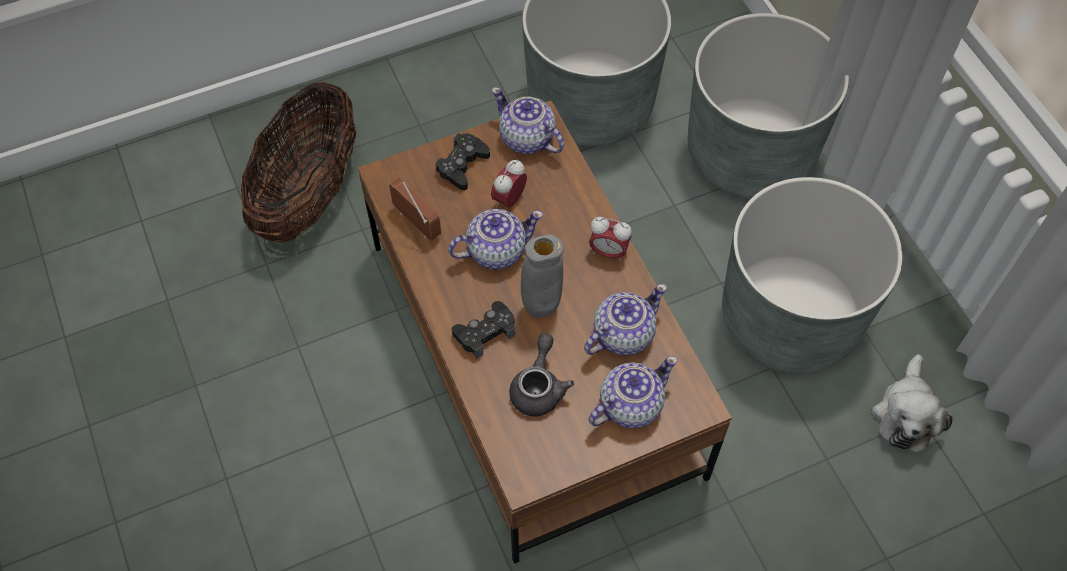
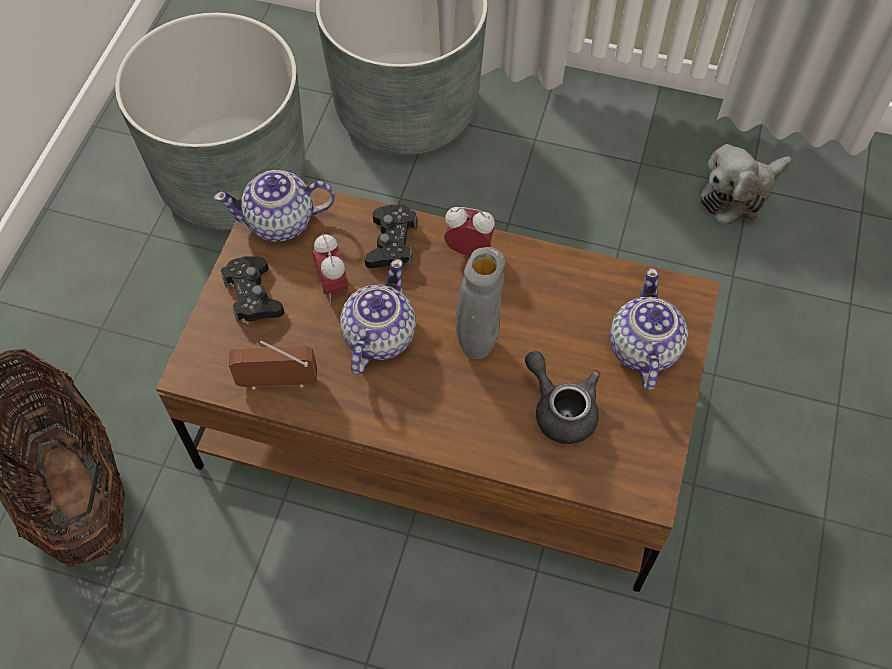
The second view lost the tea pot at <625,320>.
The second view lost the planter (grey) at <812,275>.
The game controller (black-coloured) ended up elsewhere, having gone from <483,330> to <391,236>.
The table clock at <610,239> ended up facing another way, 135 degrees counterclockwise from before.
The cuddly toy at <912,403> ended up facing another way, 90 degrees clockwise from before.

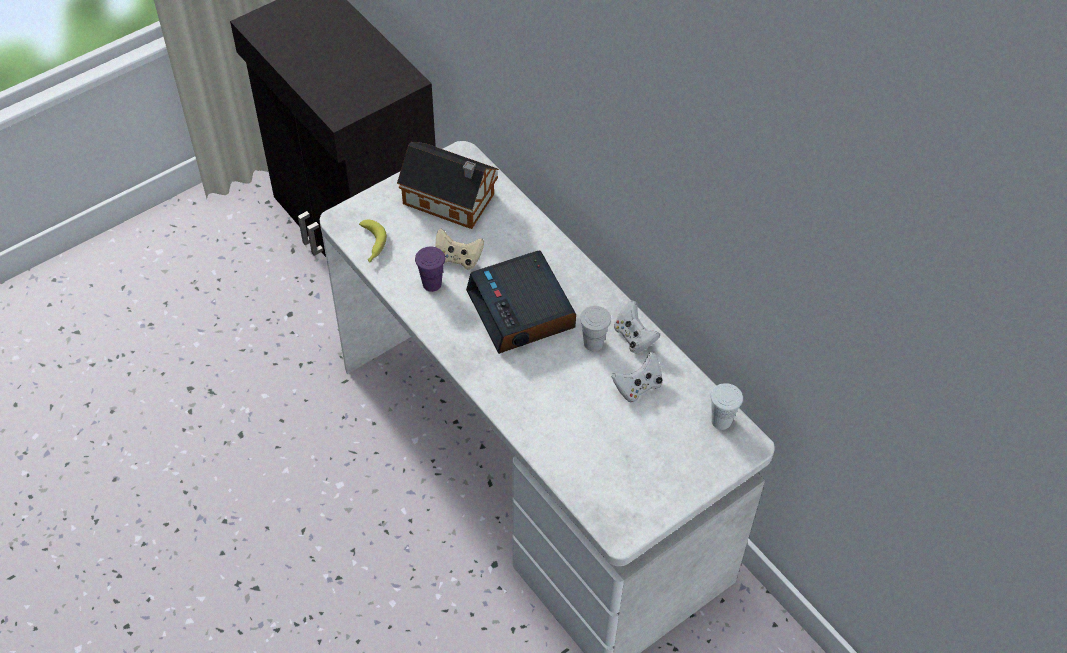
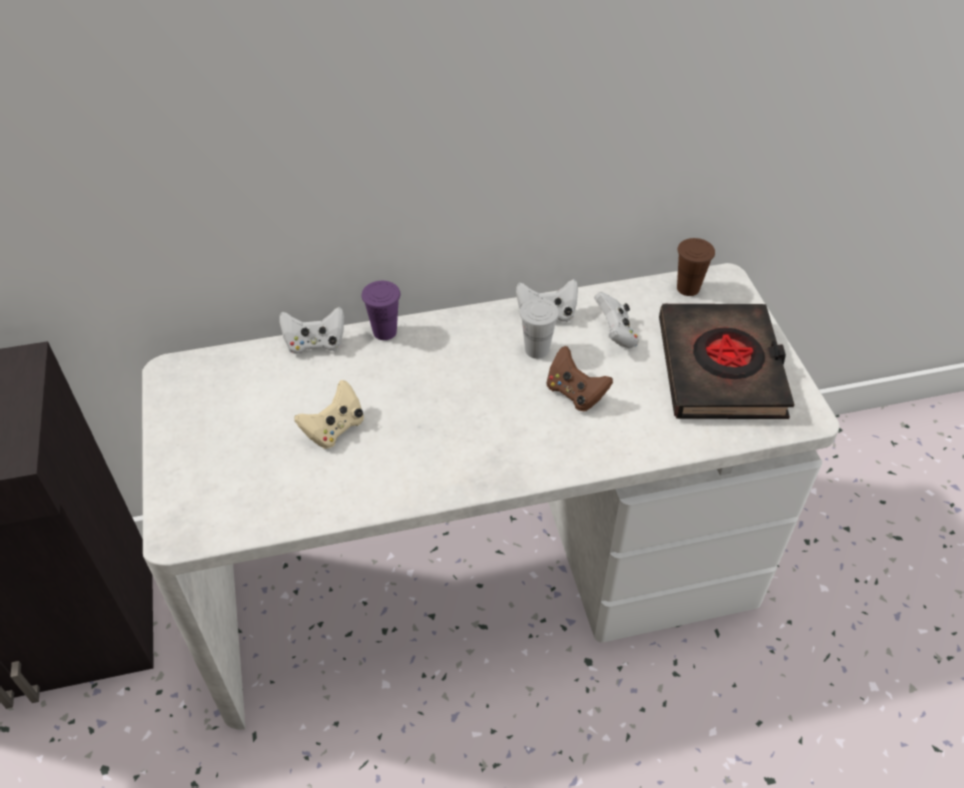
The second view lost the banana at <373,241>.
The second view lost the model house at <448,185>.
The second view lost the table clock at <521,302>.
The second view gained the game controller (white-coloured) at <311,330>.
The second view gained the game controller (brown) at <580,378>.
The second view gained the bound book (black-coloured) at <727,361>.
The drinking cup (purplish) ended up elsewhere, having gone from <430,269> to <381,310>.
What was the drinking cup (white-coloured) at <726,406> turned into the drinking cup (brown) at <696,267>.

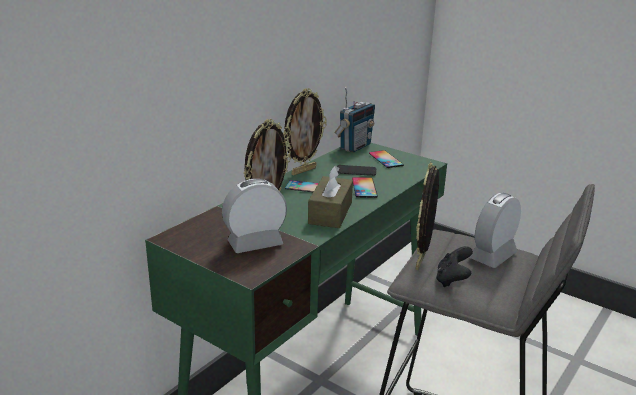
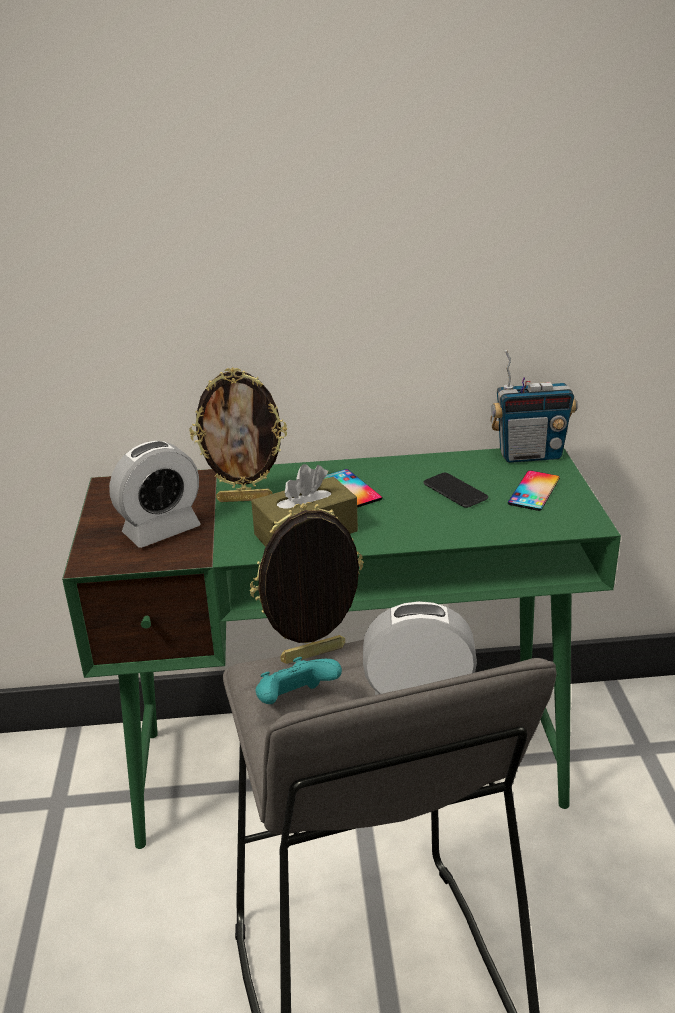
The second view lost the photo frame at <305,131>.
The second view lost the phone at <365,187>.
What was the game controller (black-coloured) at <454,266> turned into the game controller (turquoise-coloured) at <299,680>.
The table clock at <254,216> ended up facing another way, 120 degrees clockwise from before.

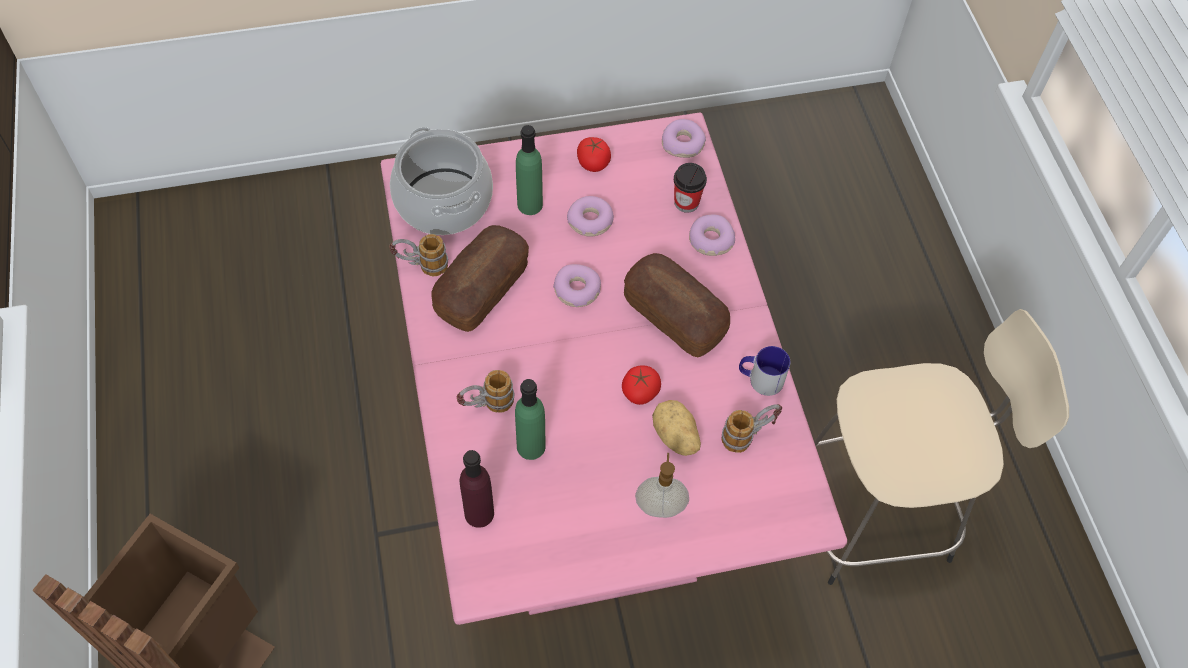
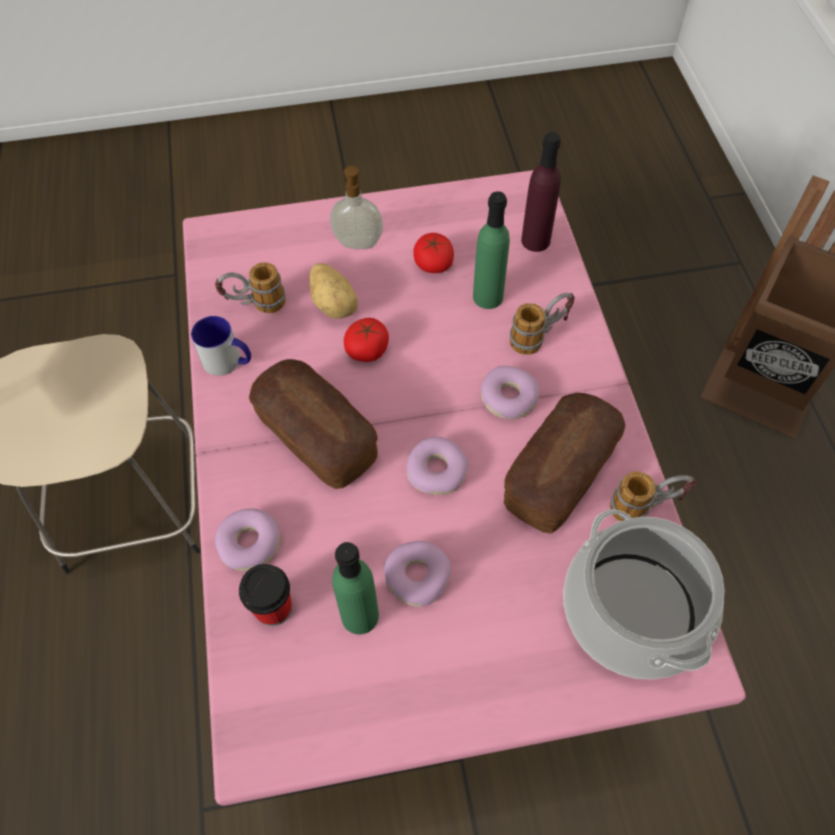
The drink bottle (green) ended up elsewhere, having gone from <529,170> to <355,588>.
The whole tomato ended up elsewhere, having gone from <594,154> to <433,253>.
The doughnut ended up elsewhere, having gone from <684,138> to <510,392>.

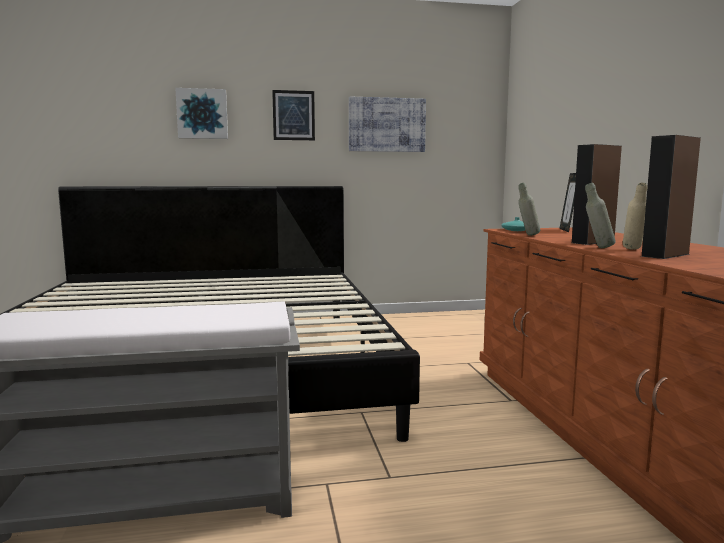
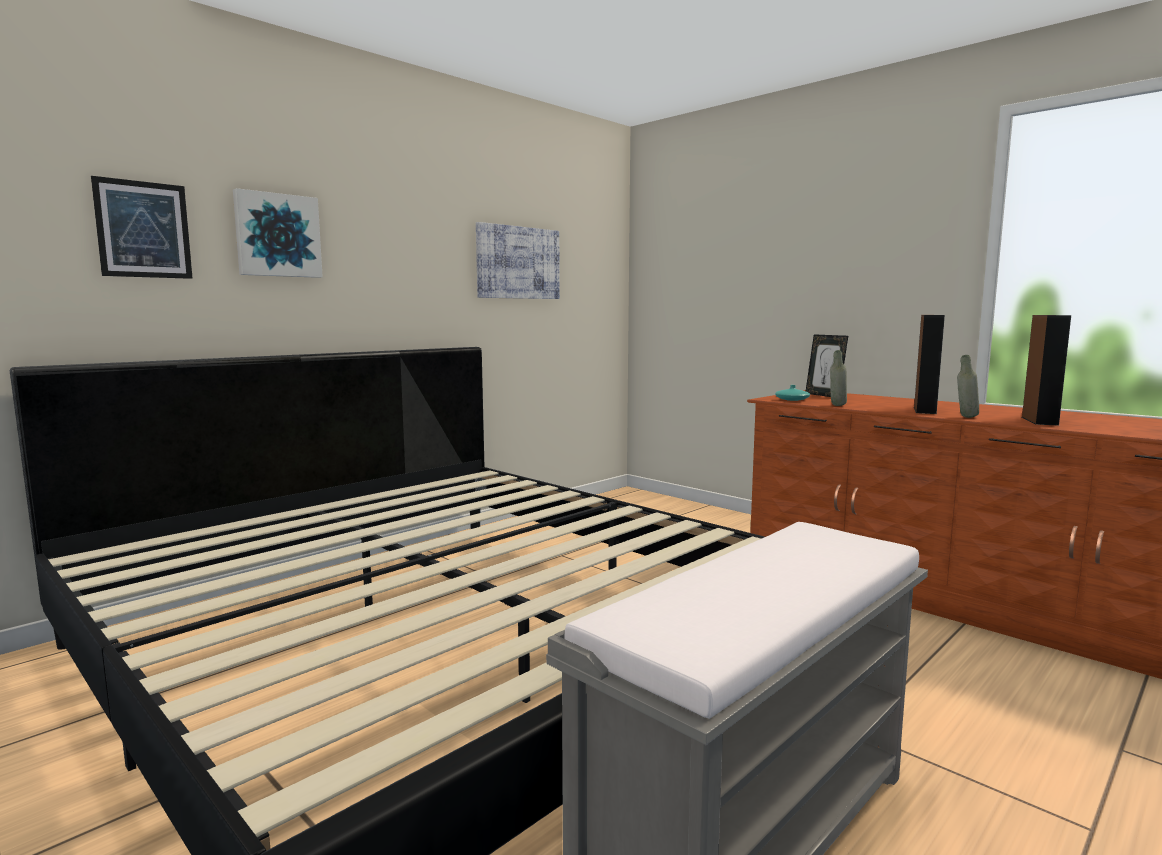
The second view lost the drink bottle (beige) at <635,216>.
The picture ended up elsewhere, having gone from <293,115> to <142,227>.

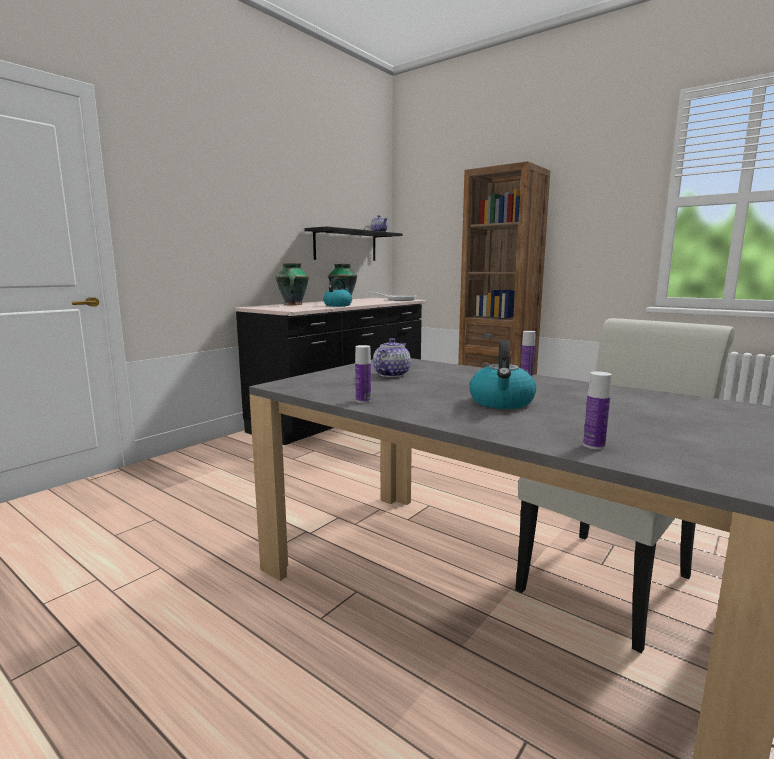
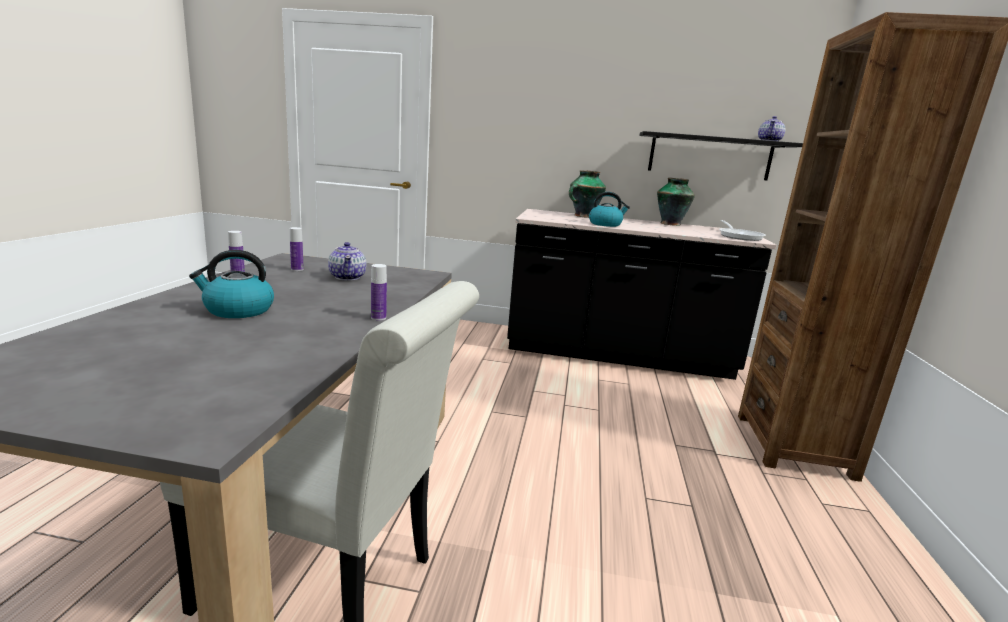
The drink bottle ended up elsewhere, having gone from <597,410> to <297,249>.
The tea pot at <392,357> ended up facing another way, 75 degrees clockwise from before.

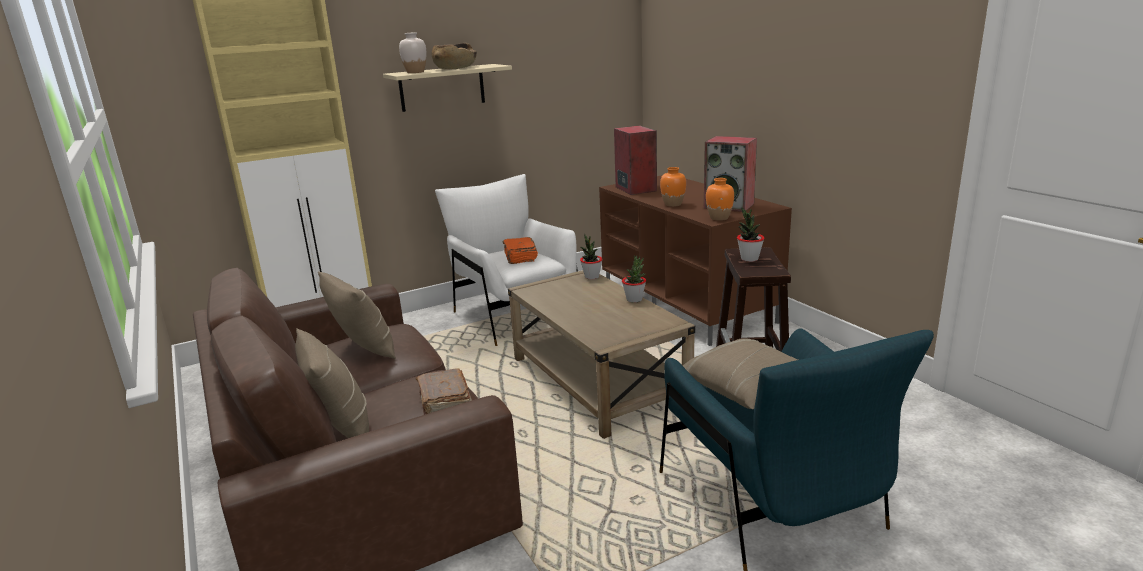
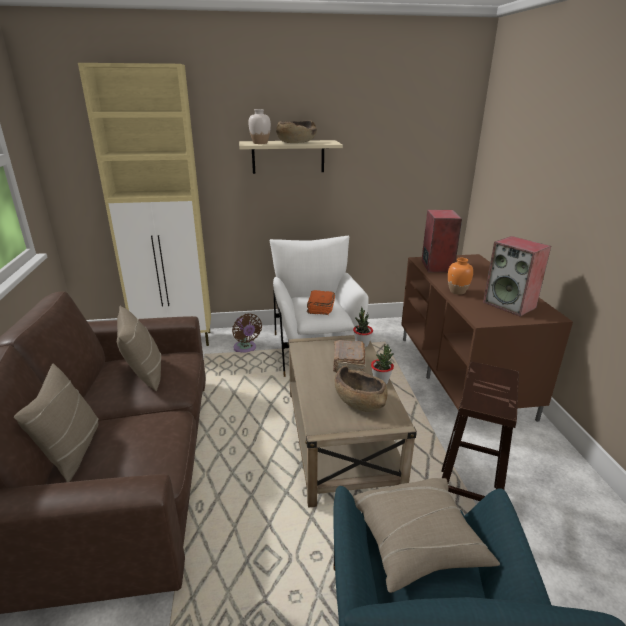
The second view lost the decorative vase (orange-coloured) at <720,199>.
The second view lost the potted plant at <750,234>.
The second view gained the electric fan (brown) at <247,333>.
The second view gained the bowl (brown) at <361,389>.
The bound book (brown) ended up elsewhere, having gone from <444,391> to <349,356>.

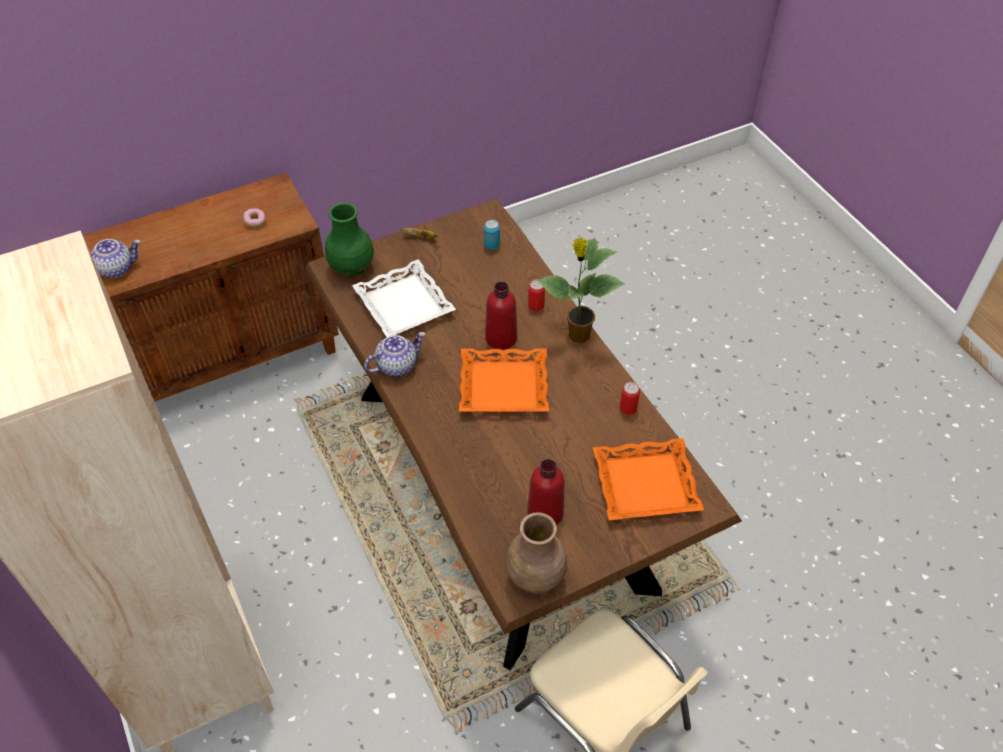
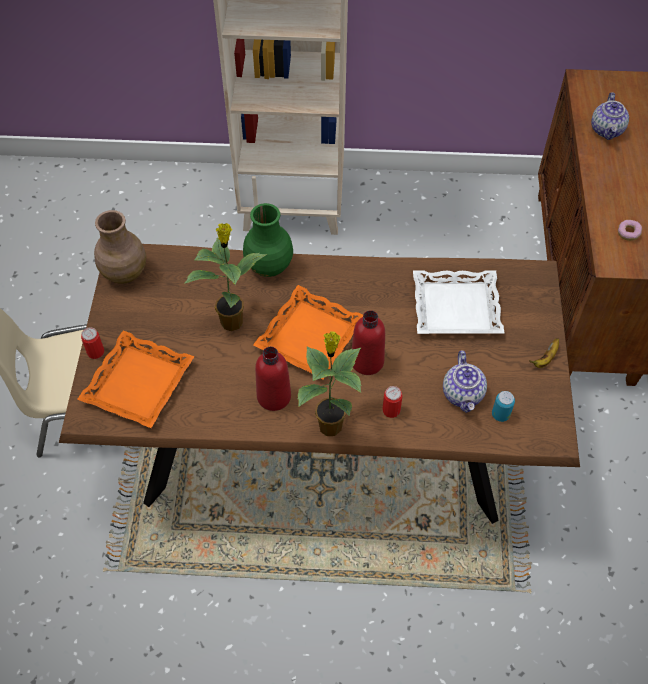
The second view gained the potted plant at <225,277>.
The decorative vase (green) ended up elsewhere, having gone from <349,240> to <268,240>.
The tea pot ended up elsewhere, having gone from <394,354> to <465,381>.
The drink bottle (red-coloured) ended up elsewhere, having gone from <546,492> to <273,379>.
The sealed can ended up elsewhere, having gone from <630,398> to <92,343>.

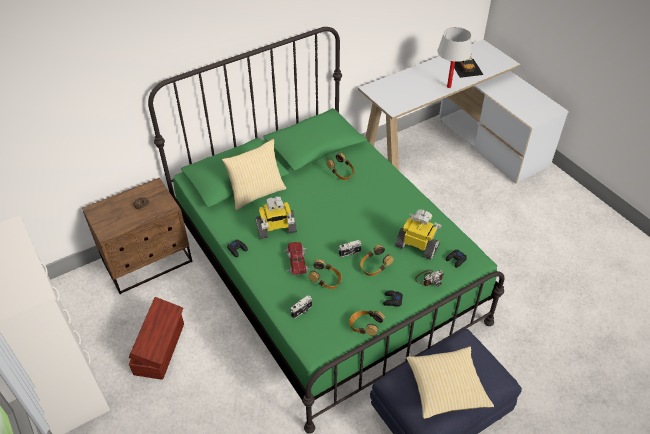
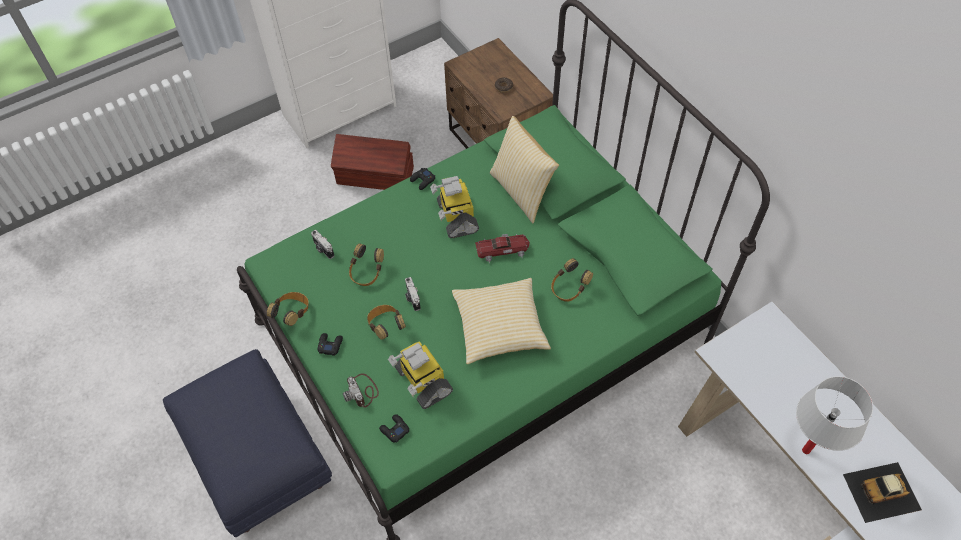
The toy car ended up elsewhere, having gone from <297,258> to <502,248>.
The throw pillow ended up elsewhere, having gone from <450,383> to <501,321>.
The robot figure at <418,235> ended up facing another way, 120 degrees clockwise from before.

